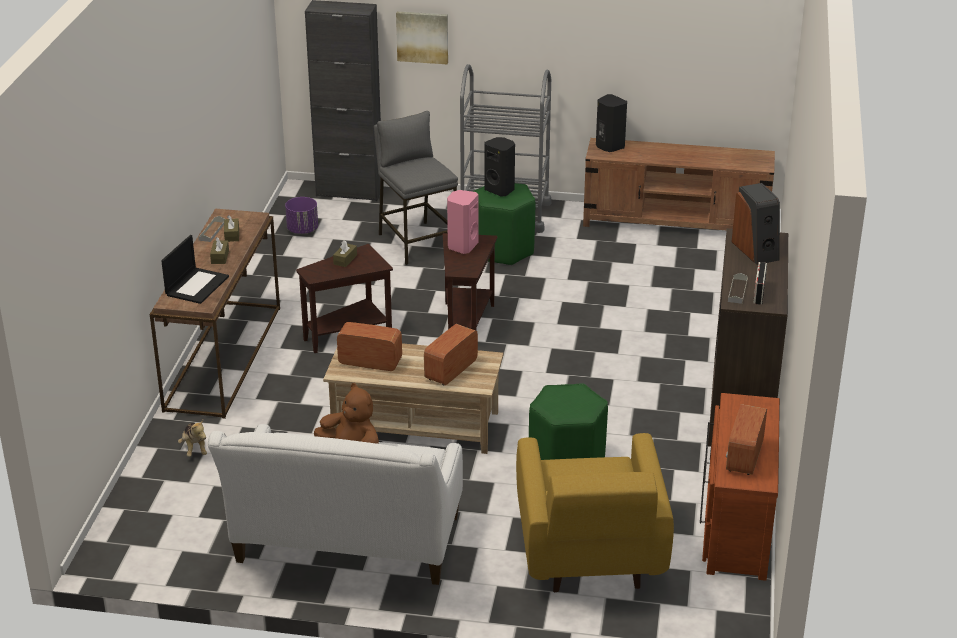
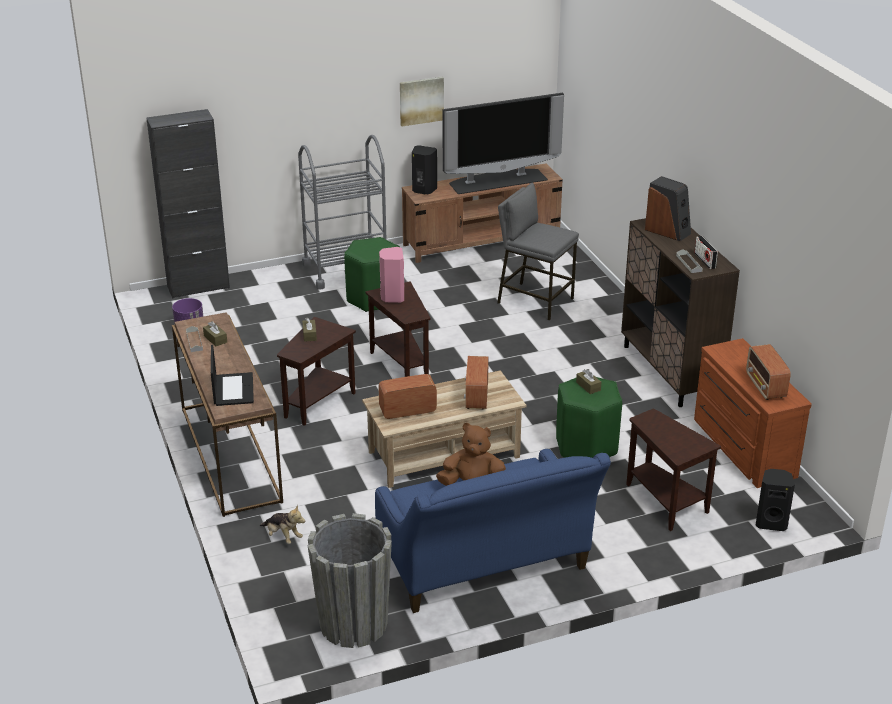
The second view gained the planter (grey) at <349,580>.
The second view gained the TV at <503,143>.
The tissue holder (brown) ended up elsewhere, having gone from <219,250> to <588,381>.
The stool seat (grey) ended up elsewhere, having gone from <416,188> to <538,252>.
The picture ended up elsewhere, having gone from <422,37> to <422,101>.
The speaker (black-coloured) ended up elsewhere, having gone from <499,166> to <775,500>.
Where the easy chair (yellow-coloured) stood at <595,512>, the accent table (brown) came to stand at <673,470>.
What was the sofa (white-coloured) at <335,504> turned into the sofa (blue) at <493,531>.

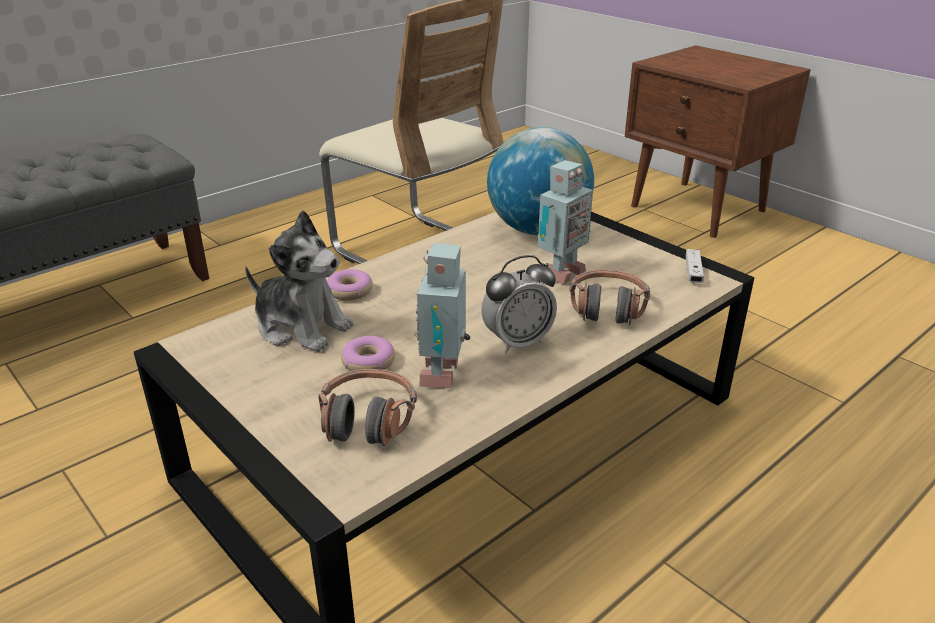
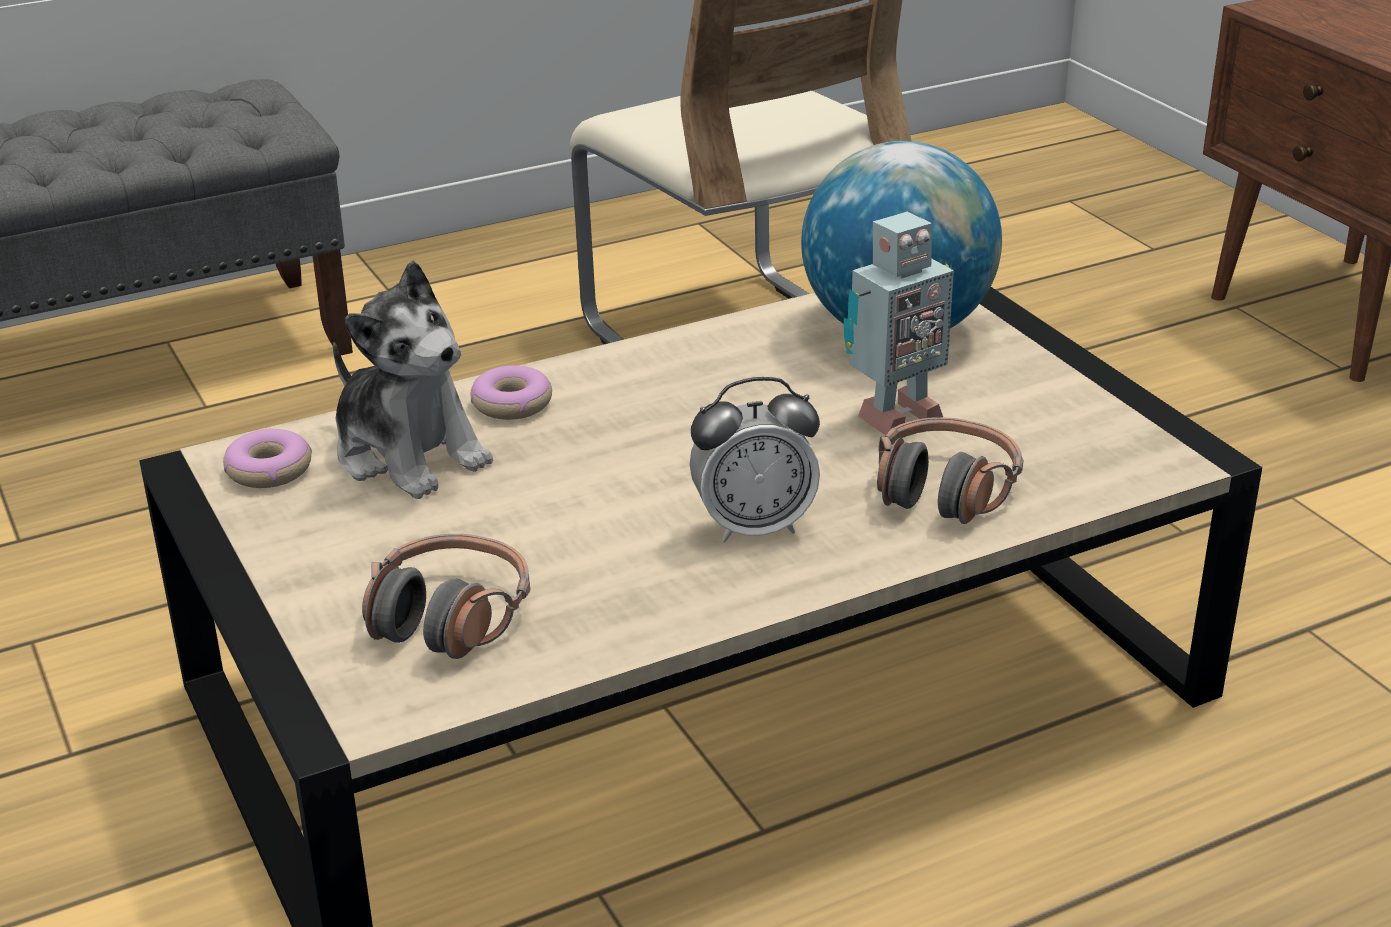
The second view lost the robot figure at <442,316>.
The second view lost the game controller (white-coloured) at <695,266>.
The doughnut ended up elsewhere, having gone from <368,353> to <267,458>.

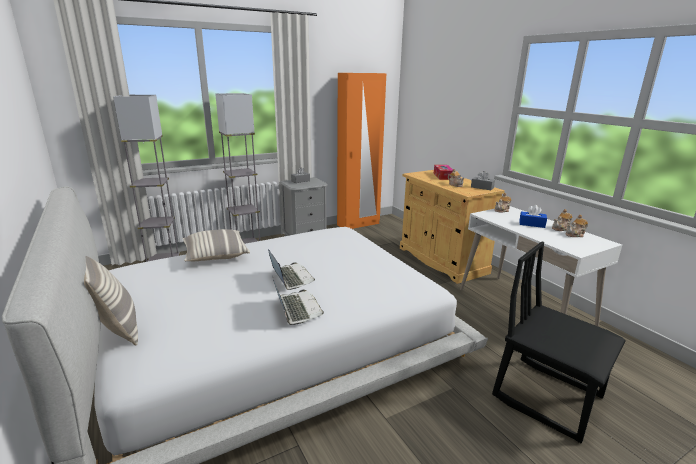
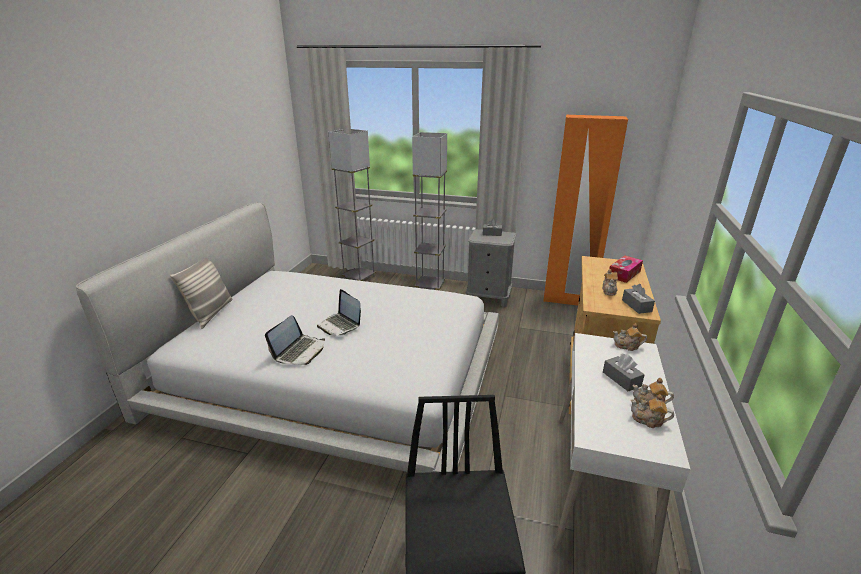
The second view lost the throw pillow at <216,245>.
What was the tissue holder (blue) at <533,216> turned into the tissue holder (grey) at <624,372>.
The portable computer at <291,269> ended up facing another way, 120 degrees clockwise from before.

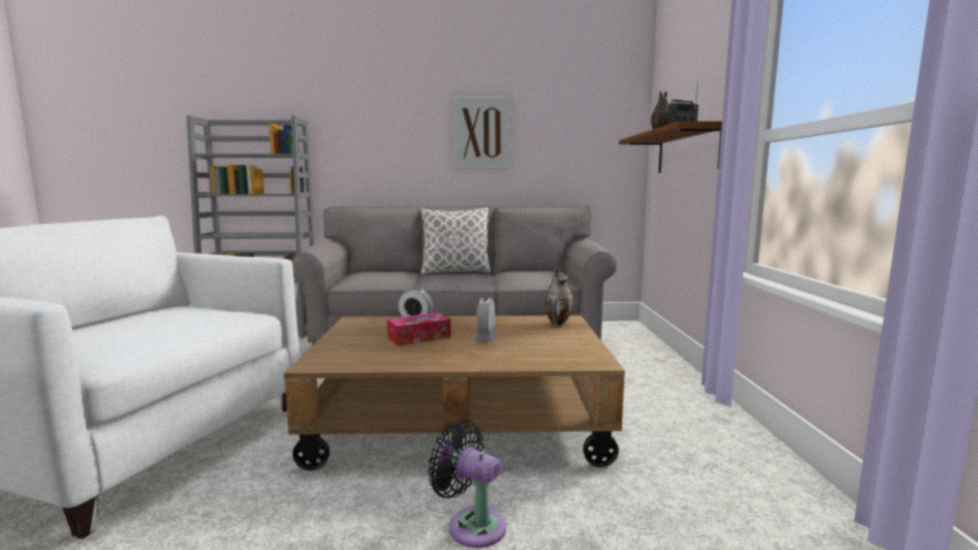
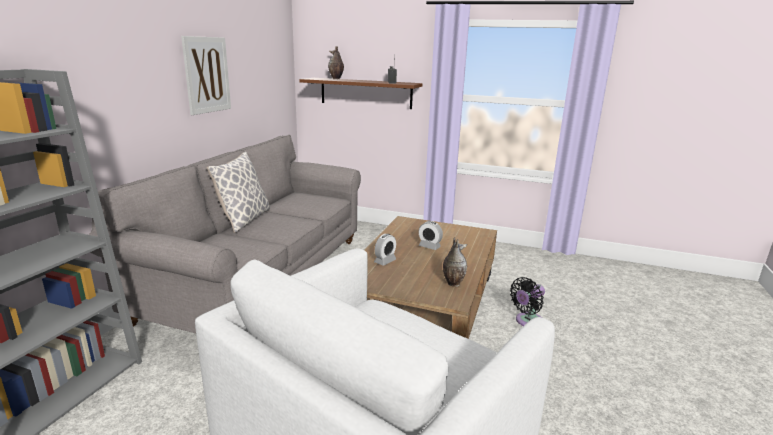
The second view lost the tissue holder at <419,329>.
The decorative vase ended up elsewhere, having gone from <558,296> to <455,262>.

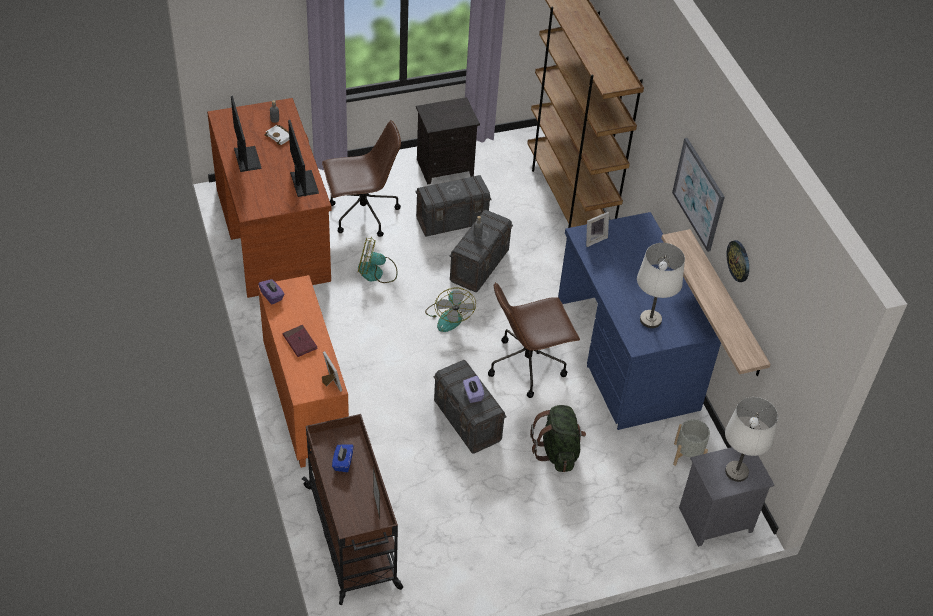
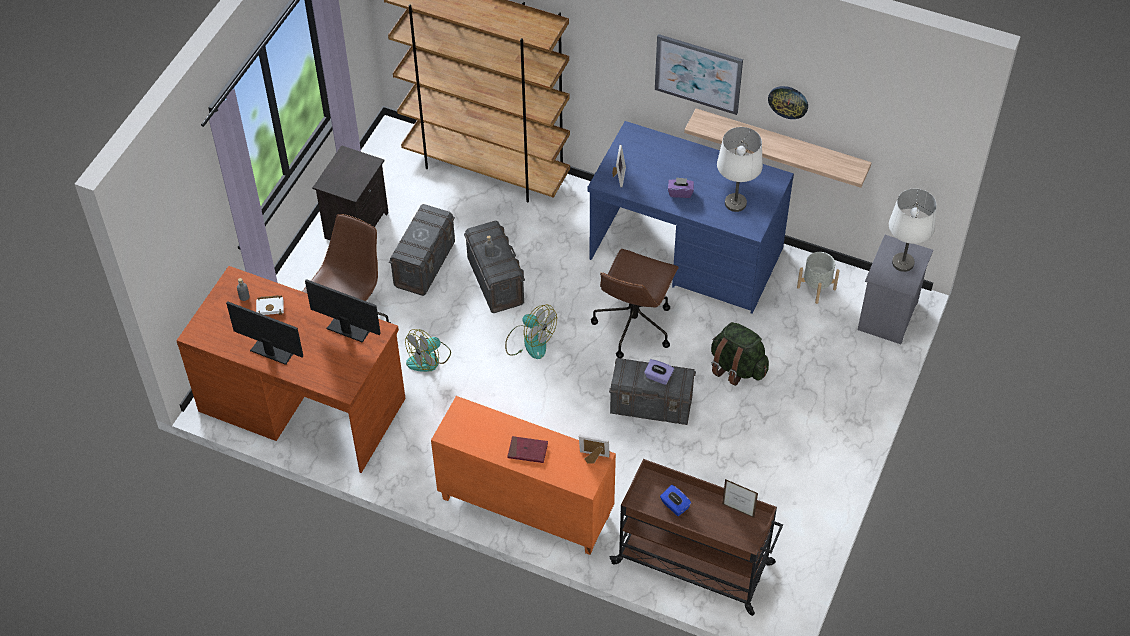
The tissue holder (purplish) ended up elsewhere, having gone from <271,292> to <681,187>.

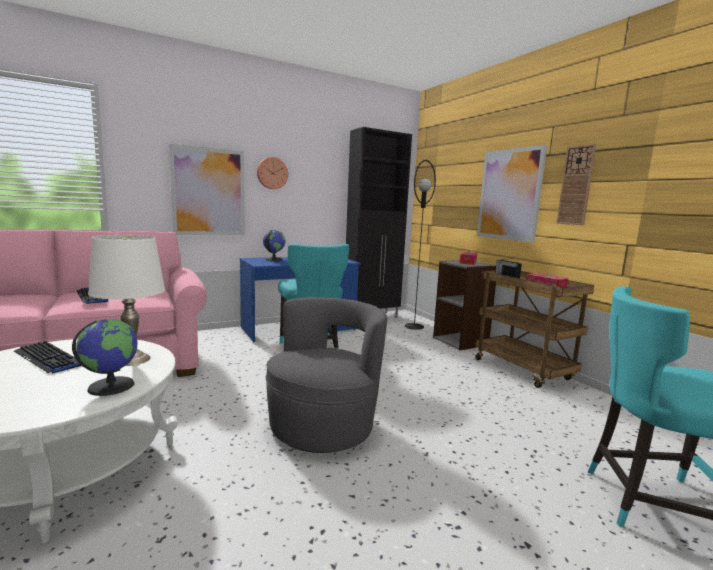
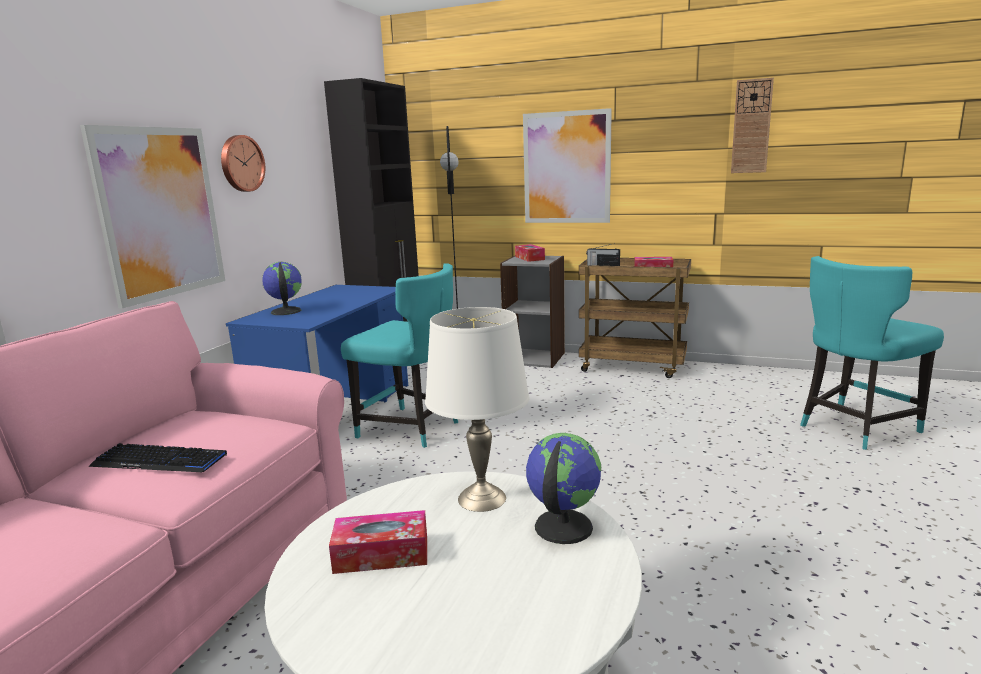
The second view lost the easy chair (grey) at <326,375>.
The hanging clock ended up elsewhere, having gone from <576,184> to <752,125>.
Where the keyboard stood at <47,357>, the tissue holder came to stand at <378,542>.

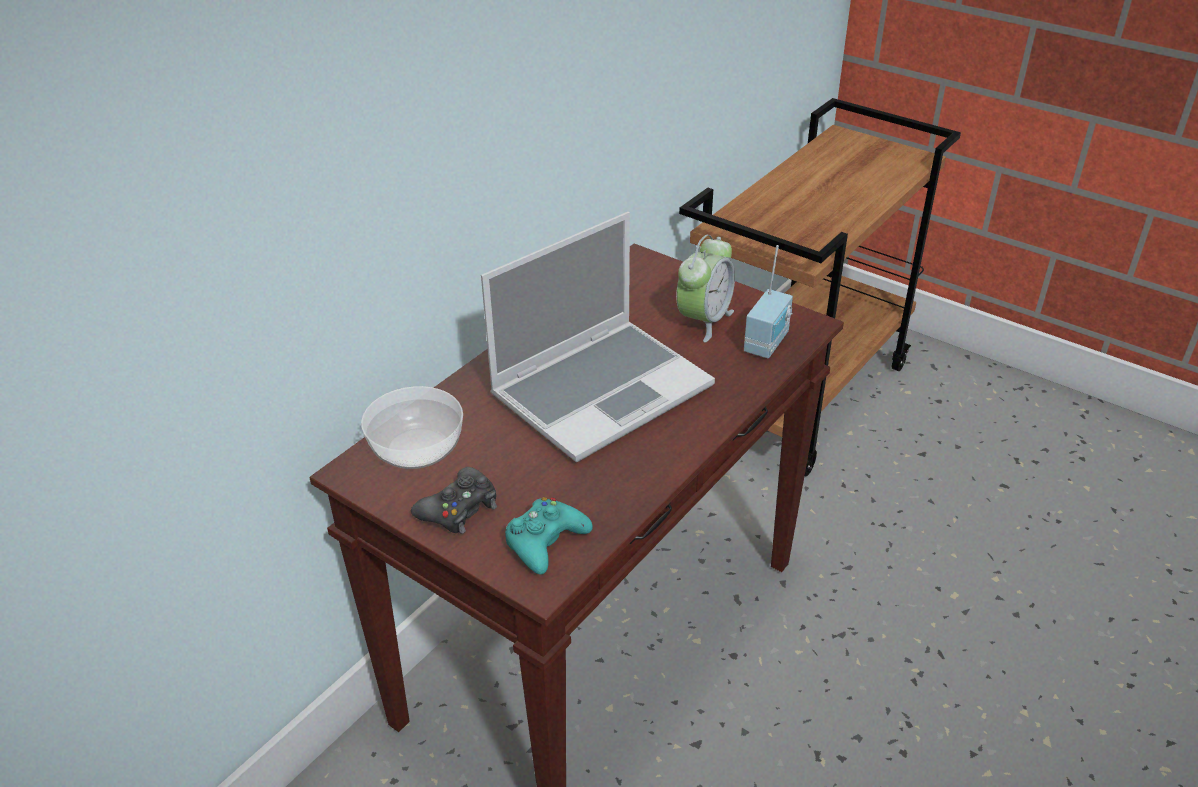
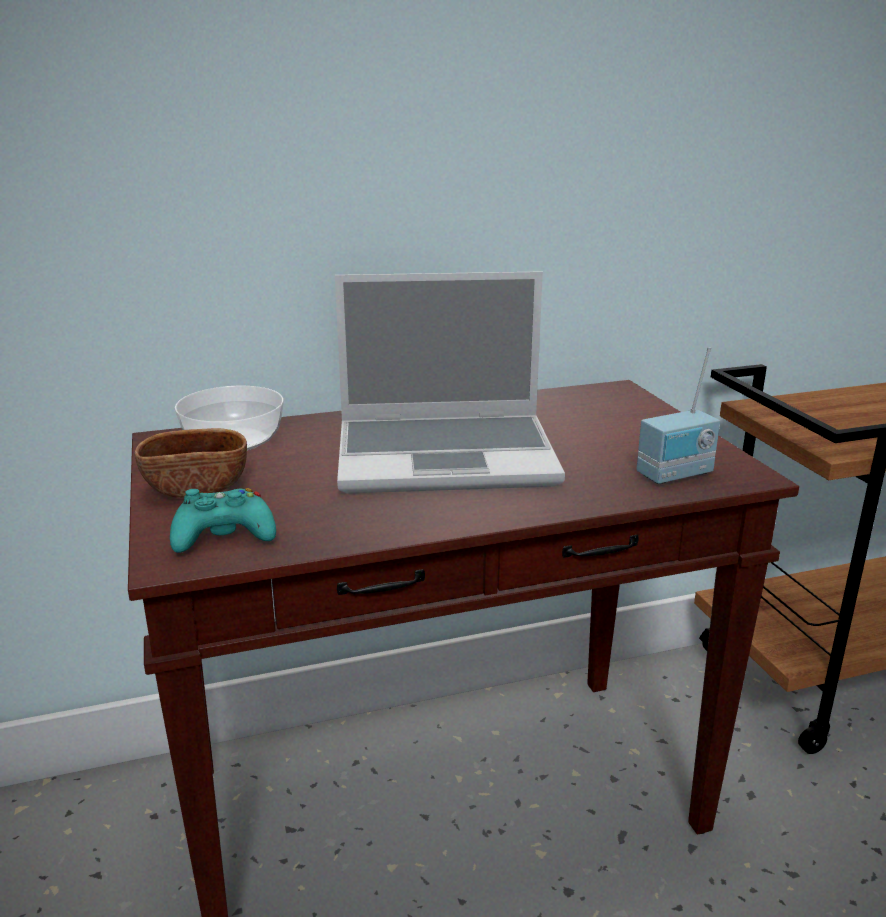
The second view lost the table clock at <705,288>.
Where the game controller (black-coloured) stood at <454,500>, the bowl (brown) came to stand at <191,463>.

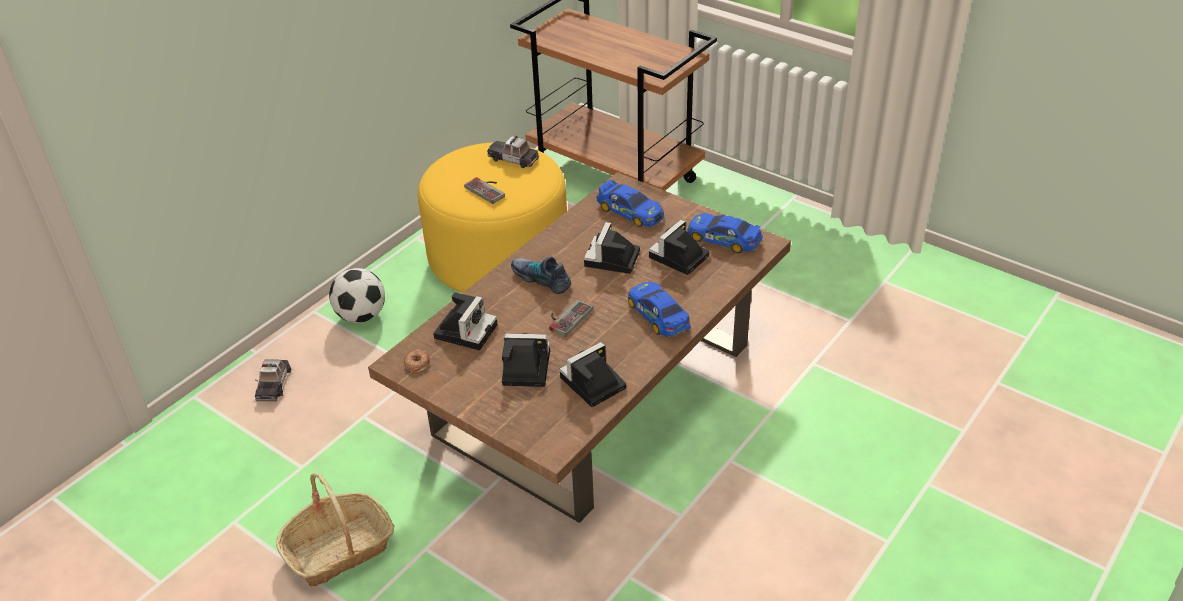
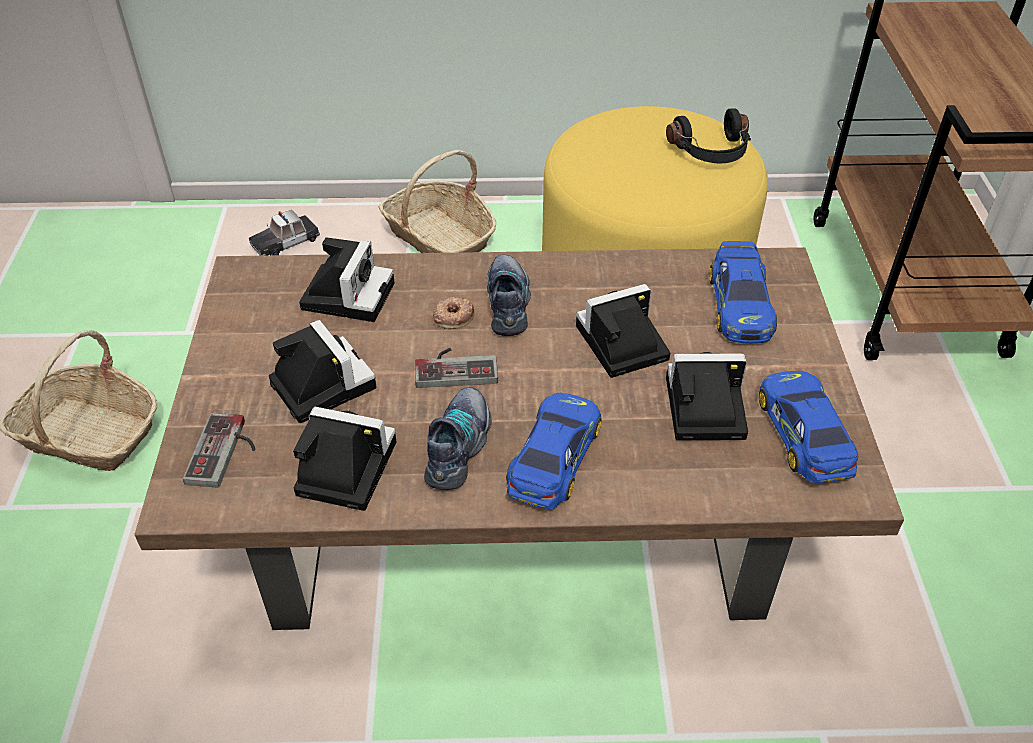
The second view gained the item of footwear at <458,438>.
The doughnut ended up elsewhere, having gone from <417,361> to <454,313>.
The game controller ended up elsewhere, having gone from <484,190> to <219,450>.
Where the football stood at <357,295>, the household basket came to stand at <437,201>.
Where the toy car stood at <513,151>, the headphones (black-coloured) came to stand at <708,136>.
The photo camera at <465,321> ended up facing another way, 60 degrees counterclockwise from before.

